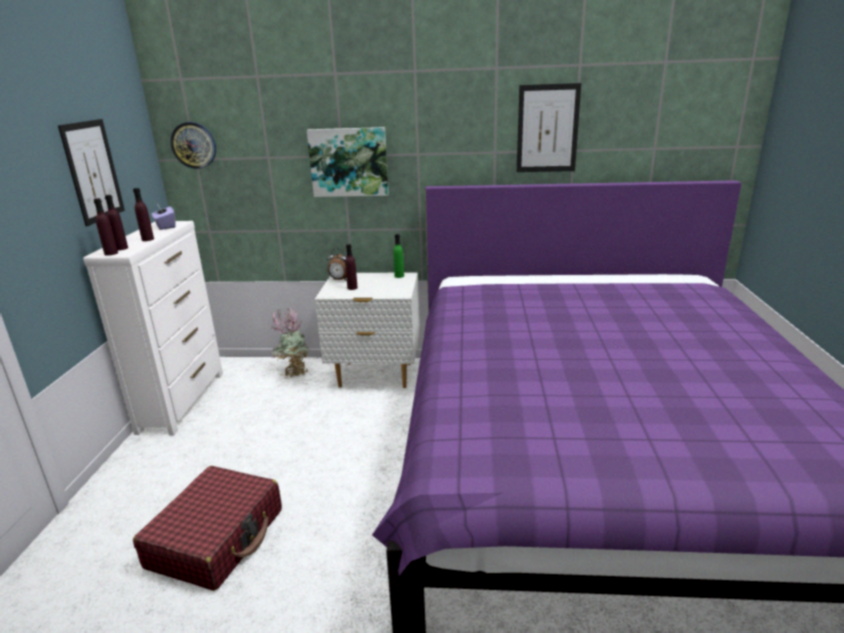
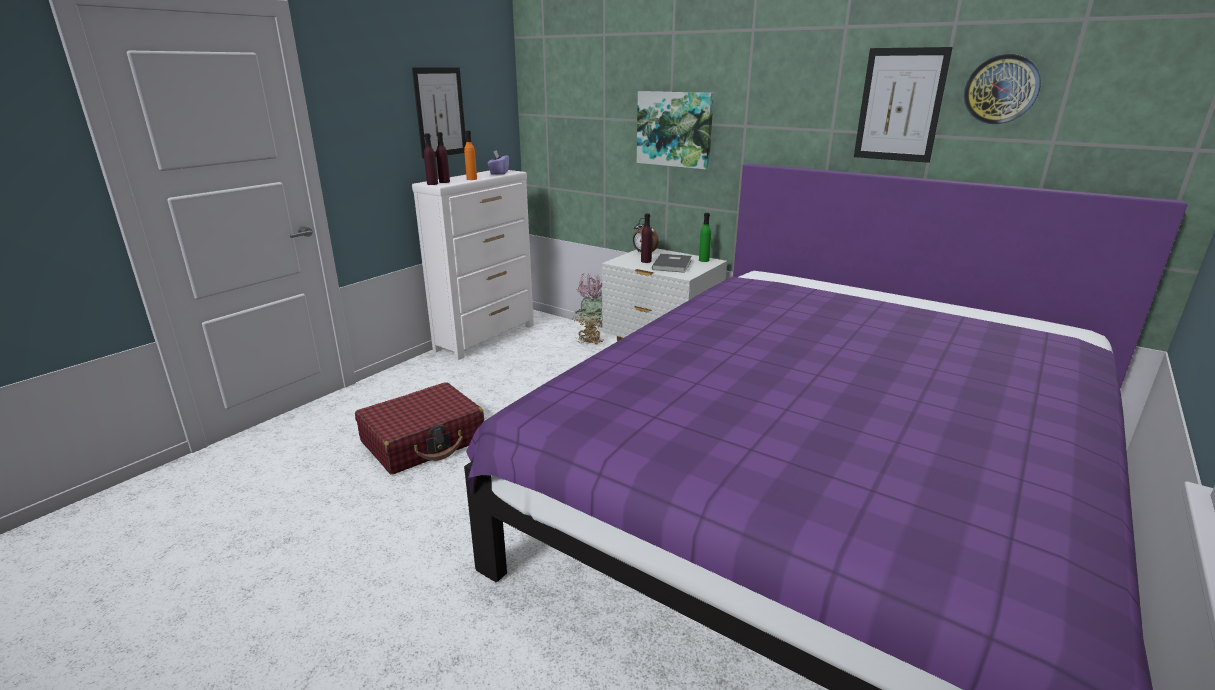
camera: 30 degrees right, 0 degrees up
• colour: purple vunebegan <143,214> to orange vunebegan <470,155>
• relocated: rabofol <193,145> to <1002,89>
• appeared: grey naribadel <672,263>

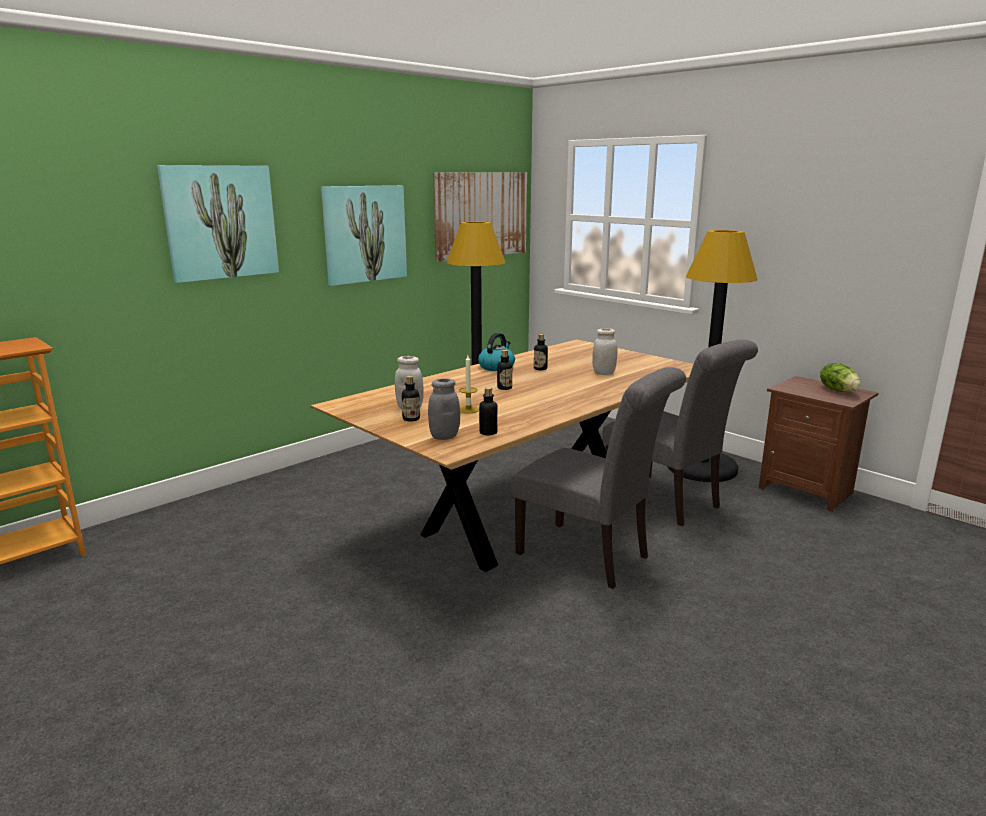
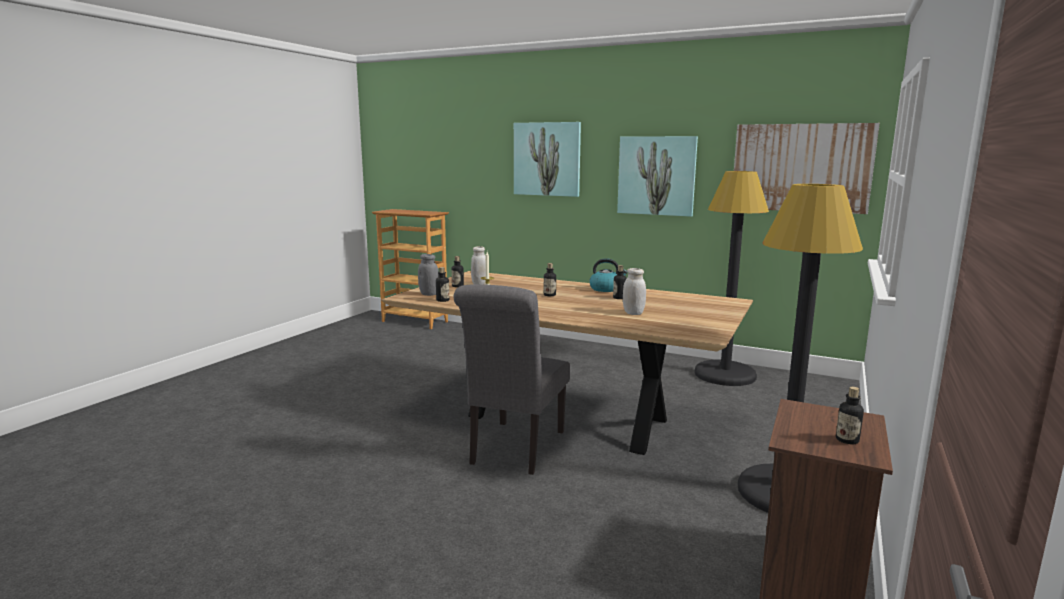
camera: 70 degrees right, 5 degrees down
• missing: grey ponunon <680,433>
• exchanged: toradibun <840,377> to vunebegan <850,415>

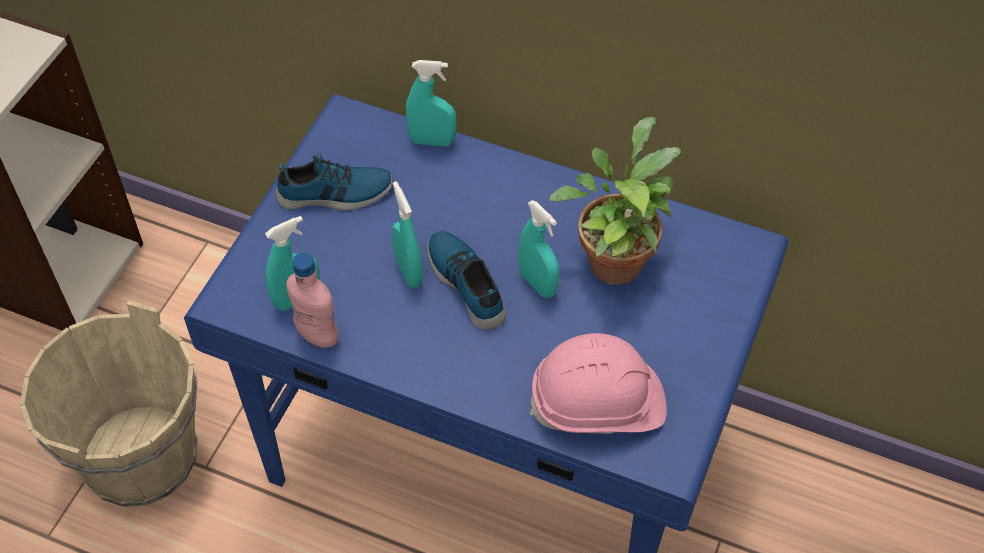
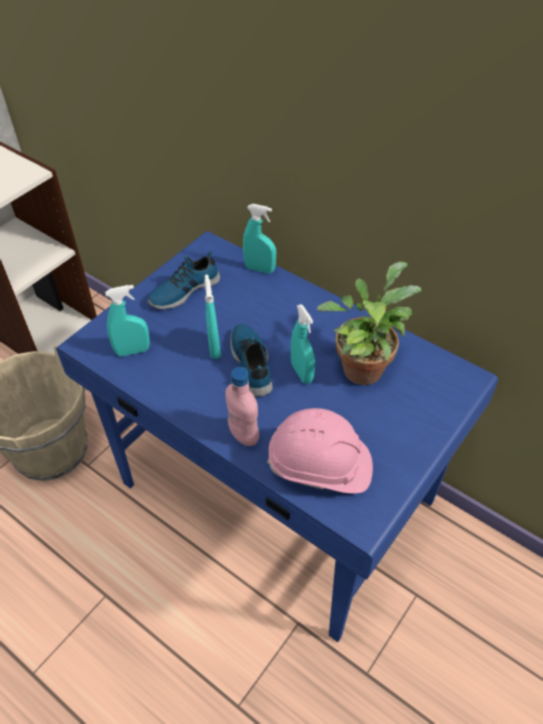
camera: 15 degrees right, 5 degrees down
• spun: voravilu <334,182> = <183,280> 135 degrees clockwise
• relocated: pink vunebegan <312,300> to <242,406>

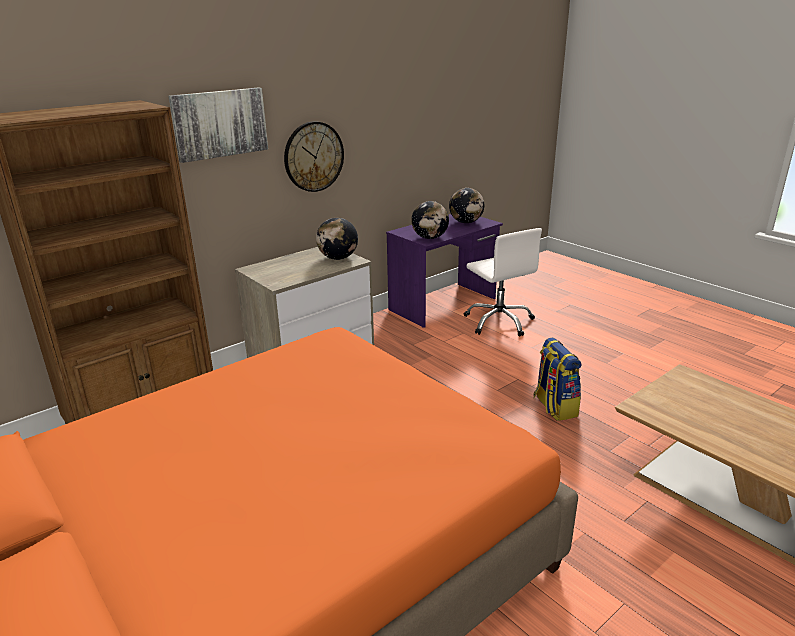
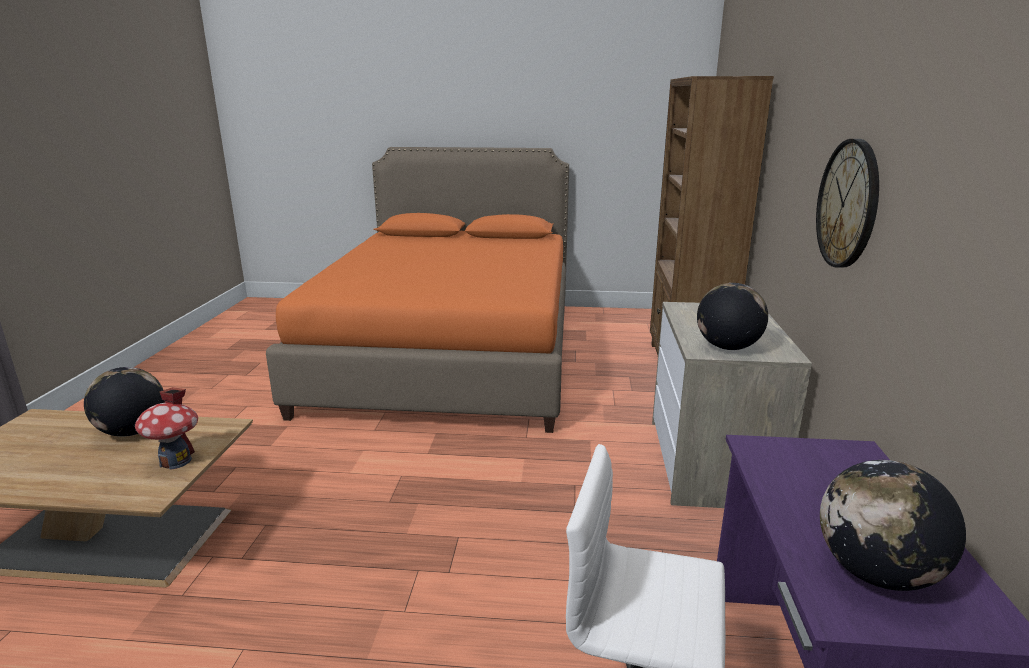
camera: 135 degrees right, 5 degrees down
• missing: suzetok <218,125>
• relocated: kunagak <430,220> to <124,402>
• missing: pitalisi <557,379>
• appeared: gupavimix <166,428>

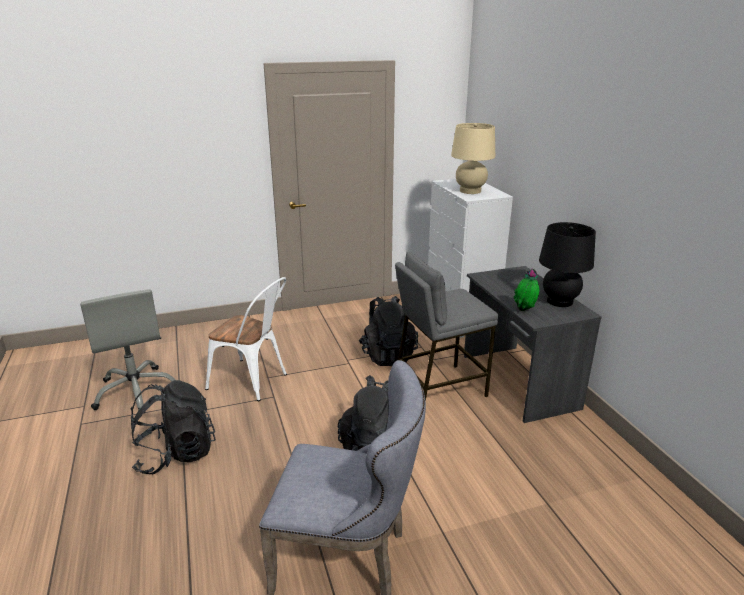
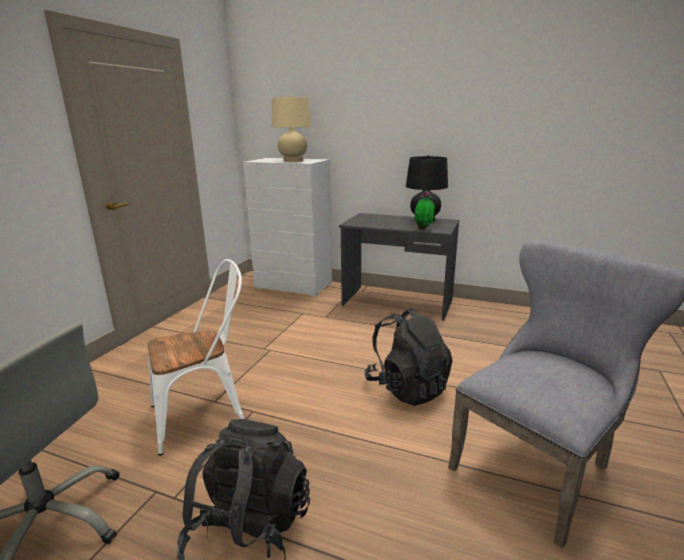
camera: 50 degrees left, 5 degrees down
• missing: black pitalisi <388,331>
• missing: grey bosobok <446,326>

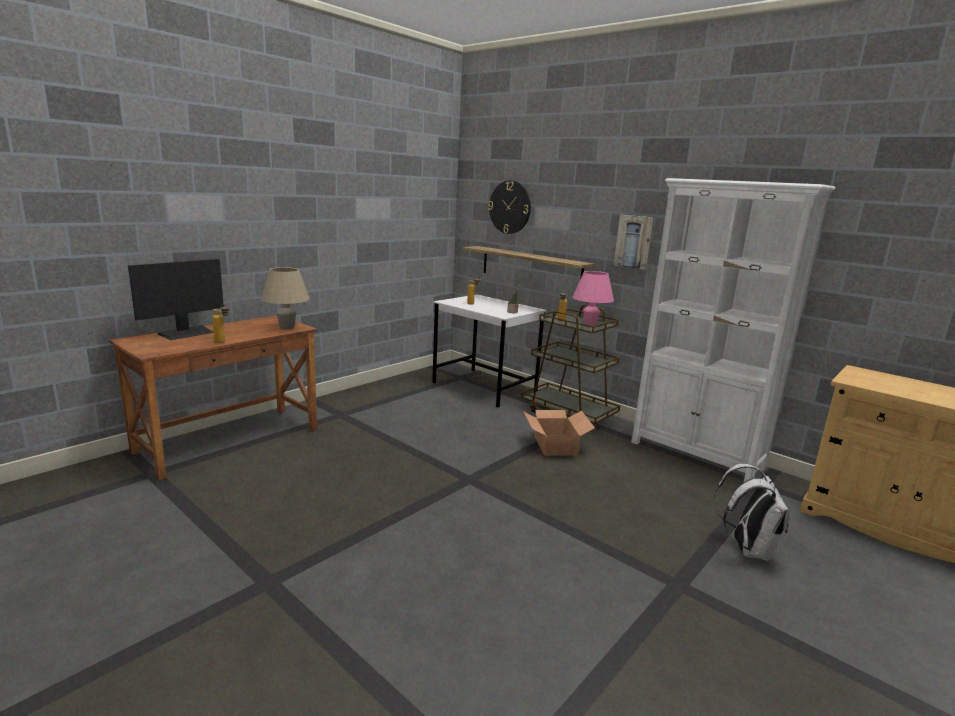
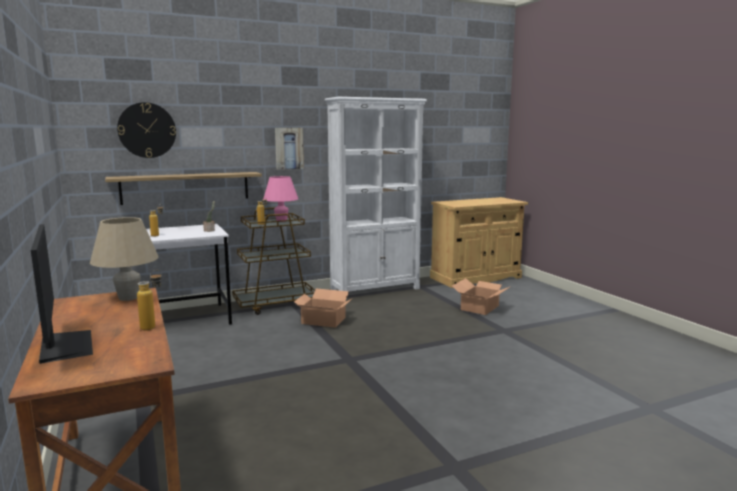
camera: 65 degrees left, 5 degrees down
• exchanged: white pitalisi <752,512> to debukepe <481,296>

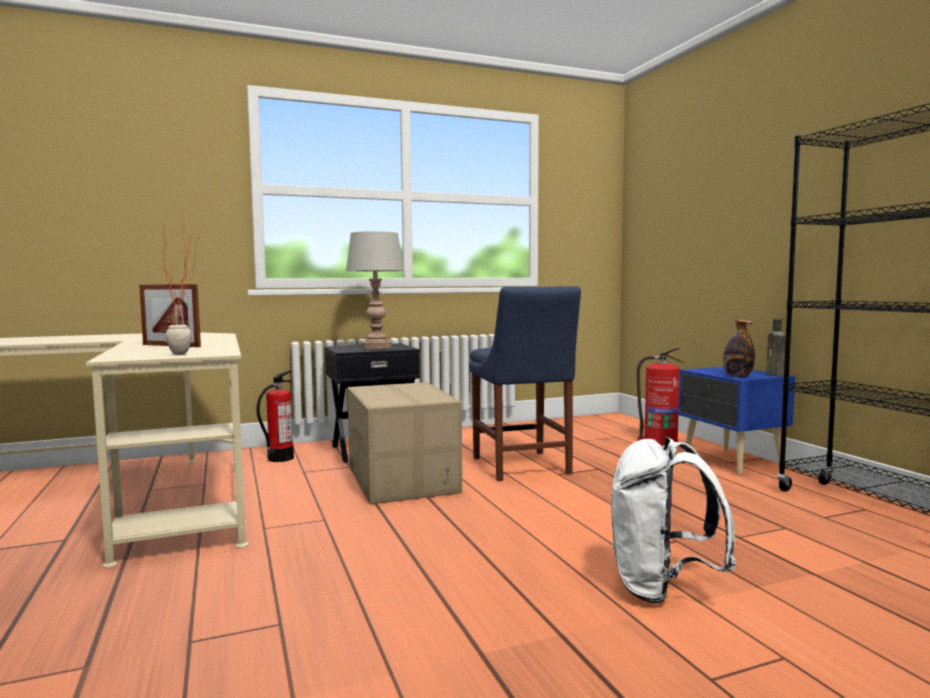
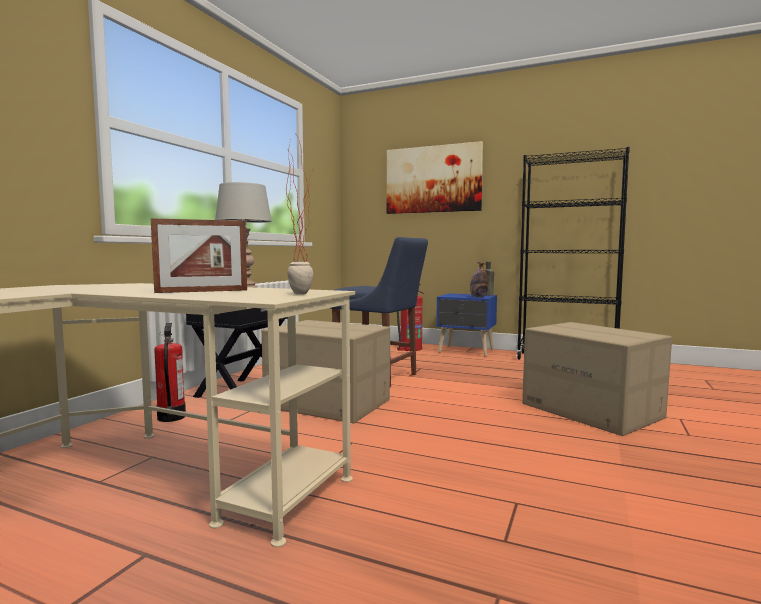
camera: 45 degrees left, 0 degrees up
• exchanged: white pitalisi <673,520> to debukepe <597,379>
• appeared: suzetok <435,177>

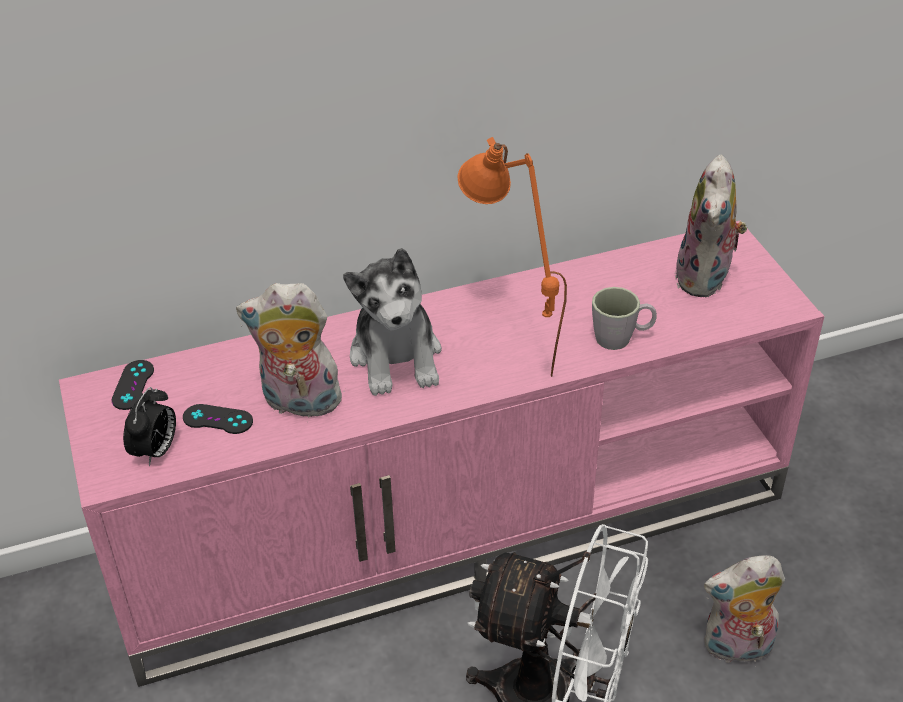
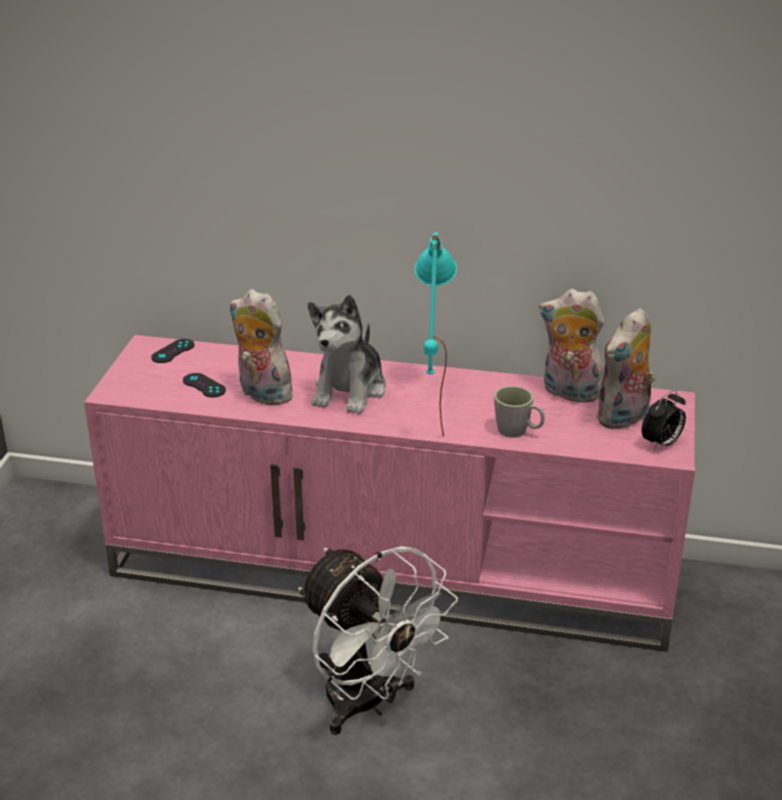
camera: 30 degrees right, 10 degrees down
• relocated: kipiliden <149,426> to <664,420>
• colour: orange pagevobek <512,257> to turquoise pagevobek <436,334>
• relocated: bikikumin <744,611> to <571,346>

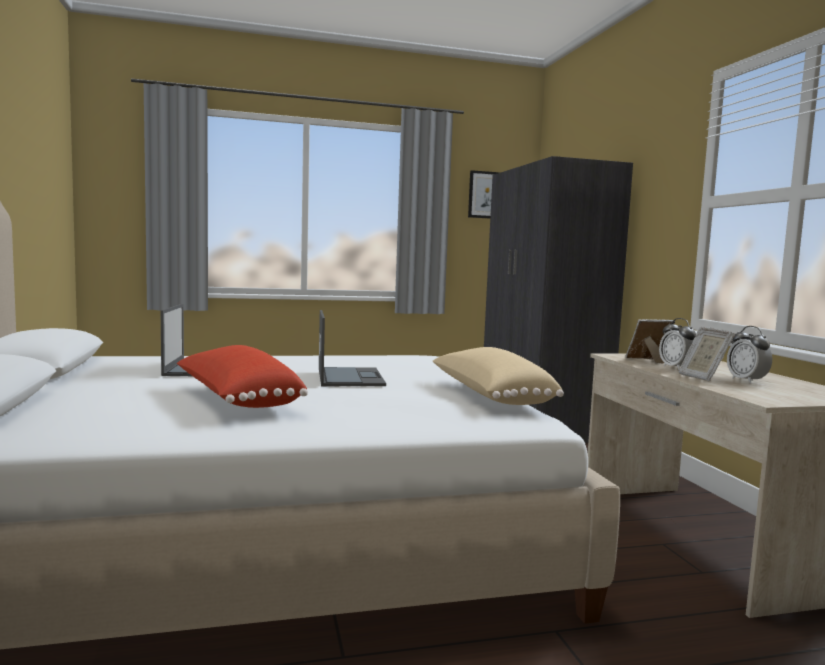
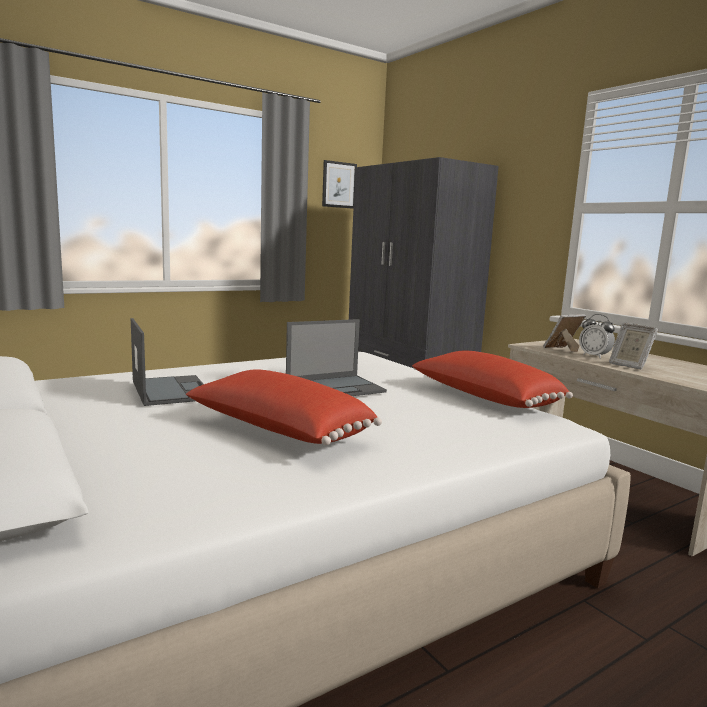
camera: 20 degrees left, 5 degrees up
• spun: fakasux <352,348> = <336,357> 90 degrees clockwise
• colour: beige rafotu <498,376> to red rafotu <492,379>
• missing: kipiliden <749,354>

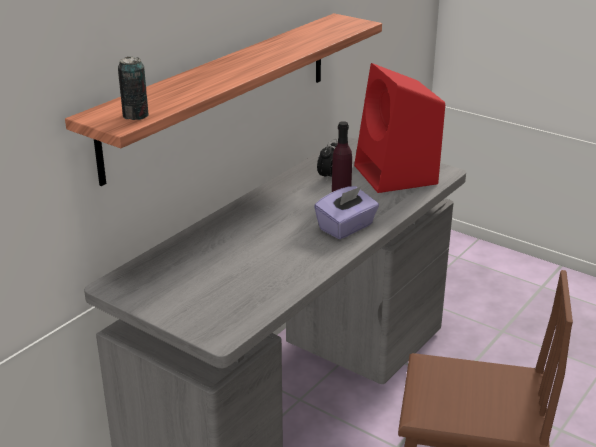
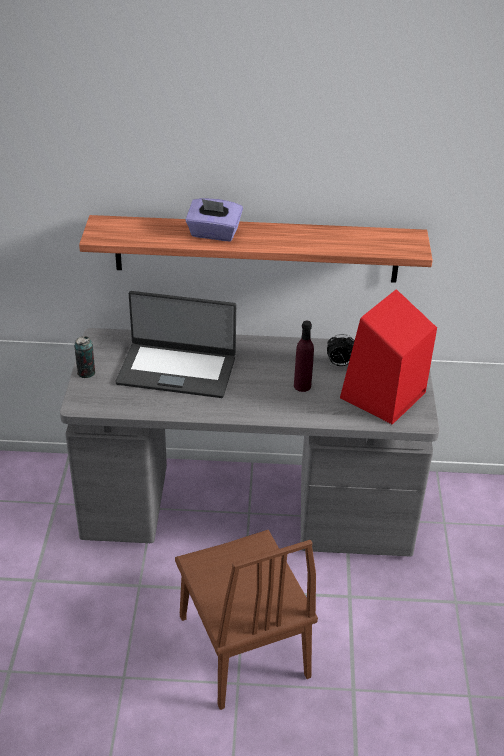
camera: 55 degrees right, 10 degrees up
• relocated: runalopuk <133,88> to <84,357>
• relocated: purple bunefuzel <346,212> to <214,219>
• appeared: fakasux <175,344>

